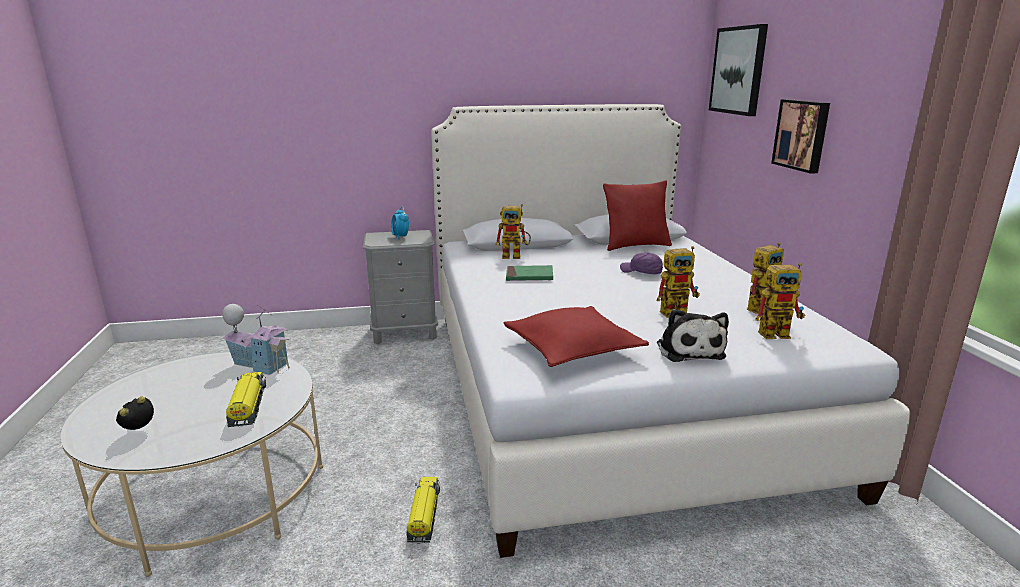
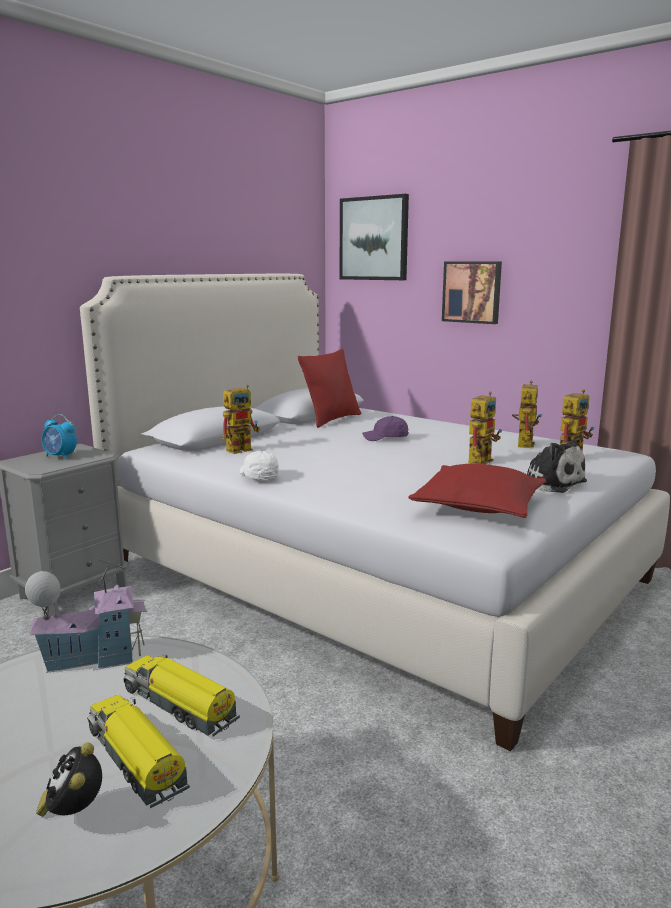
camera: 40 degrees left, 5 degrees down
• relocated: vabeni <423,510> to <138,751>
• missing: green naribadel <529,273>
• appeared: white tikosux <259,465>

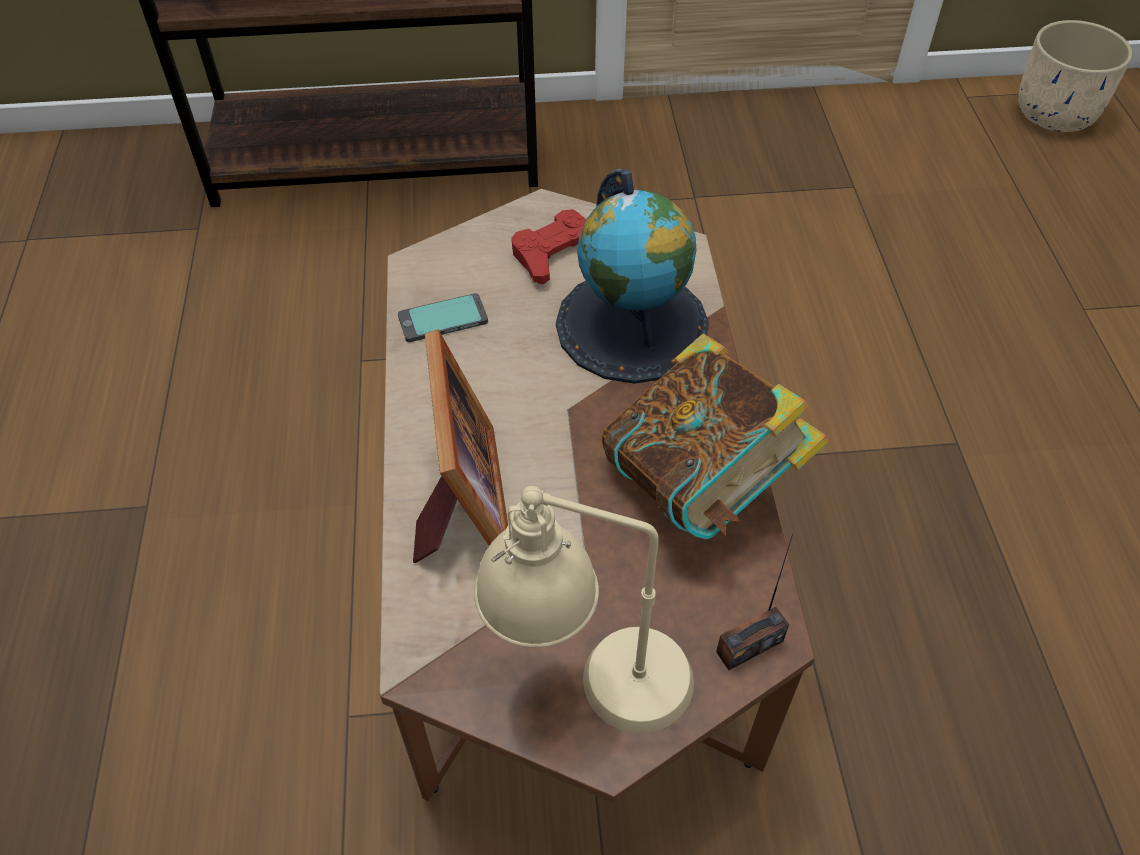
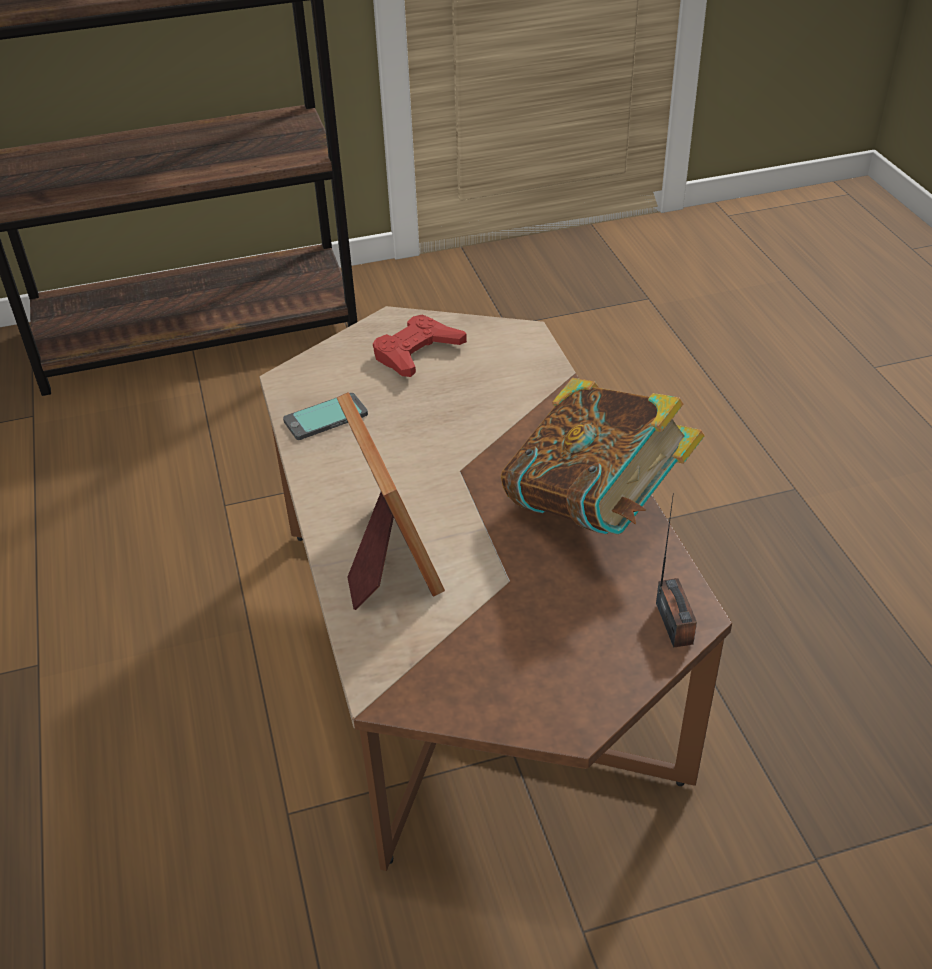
camera: 10 degrees left, 10 degrees down
• missing: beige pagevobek <584,609>
• missing: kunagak <632,276>
• spun: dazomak <754,602> = <676,570> 60 degrees counterclockwise
• missing: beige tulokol <1075,76>

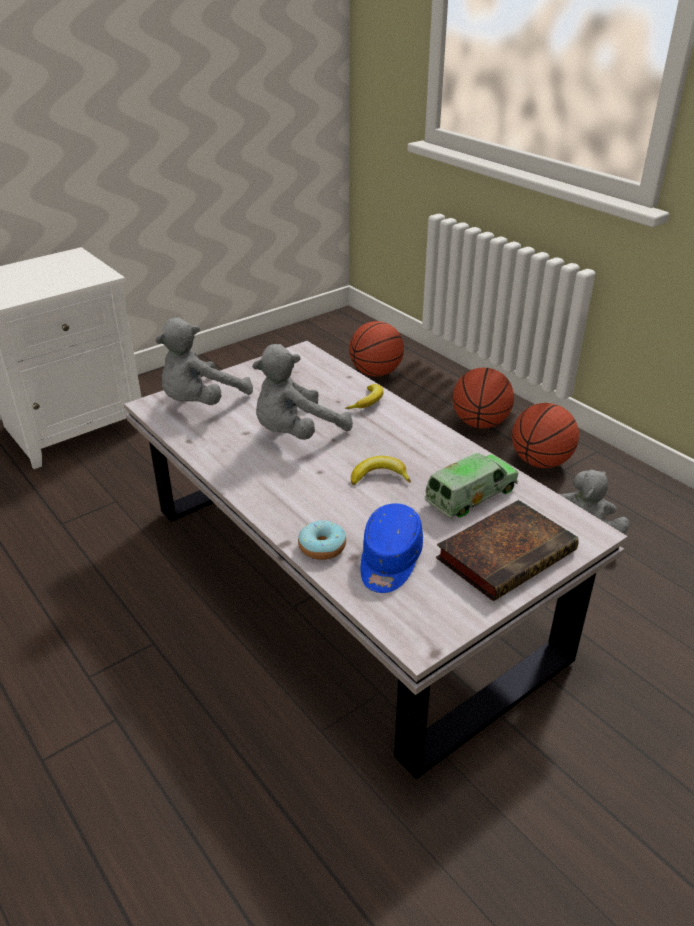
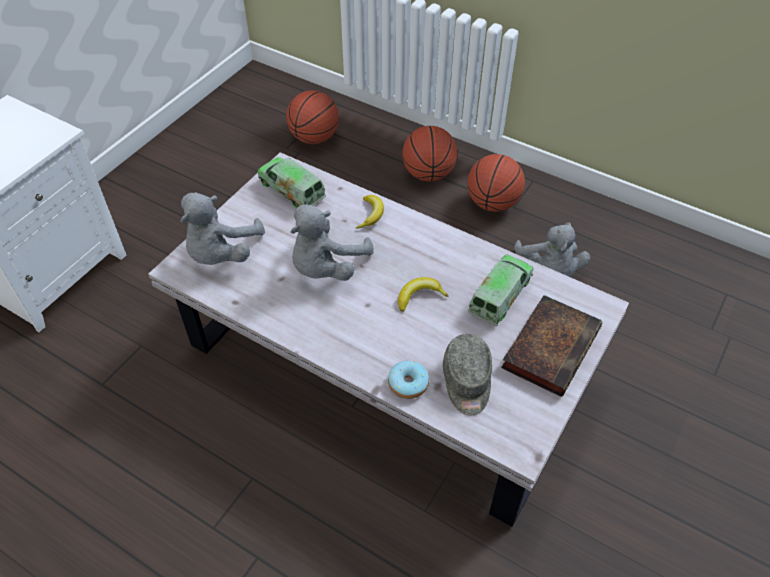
camera: 20 degrees left, 15 degrees up
• colour: blue tikosux <392,548> to grey tikosux <467,374>
• appeared: vabeni <292,182>

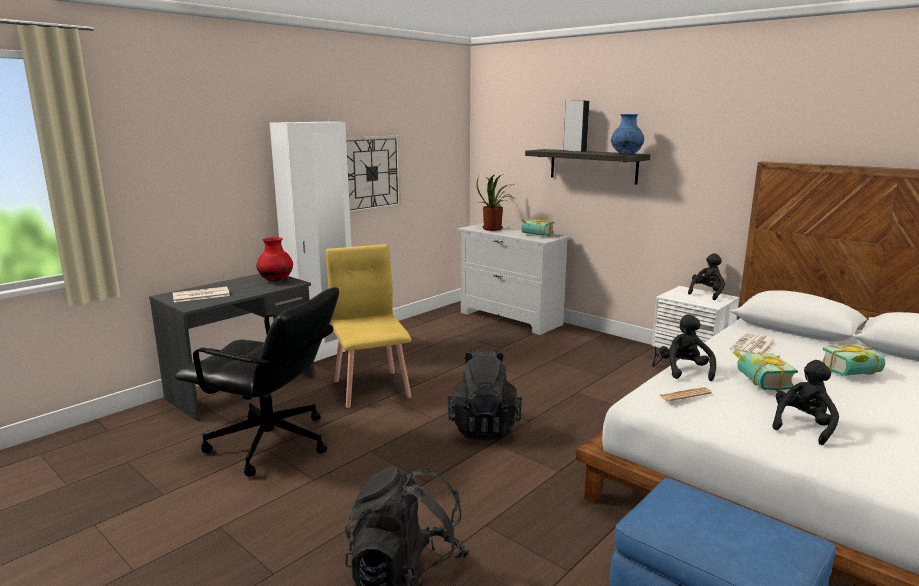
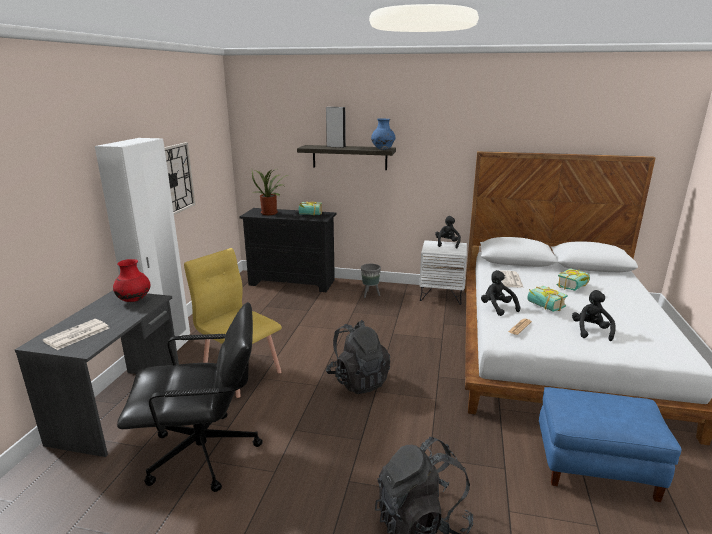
camera: 30 degrees left, 5 degrees up
• colour: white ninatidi <514,279> to black ninatidi <287,250>
• appeared: grey tulokol <371,281>

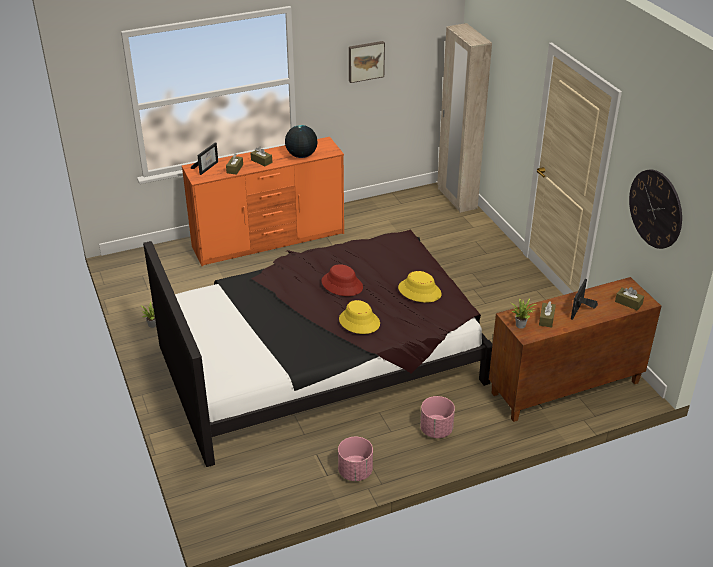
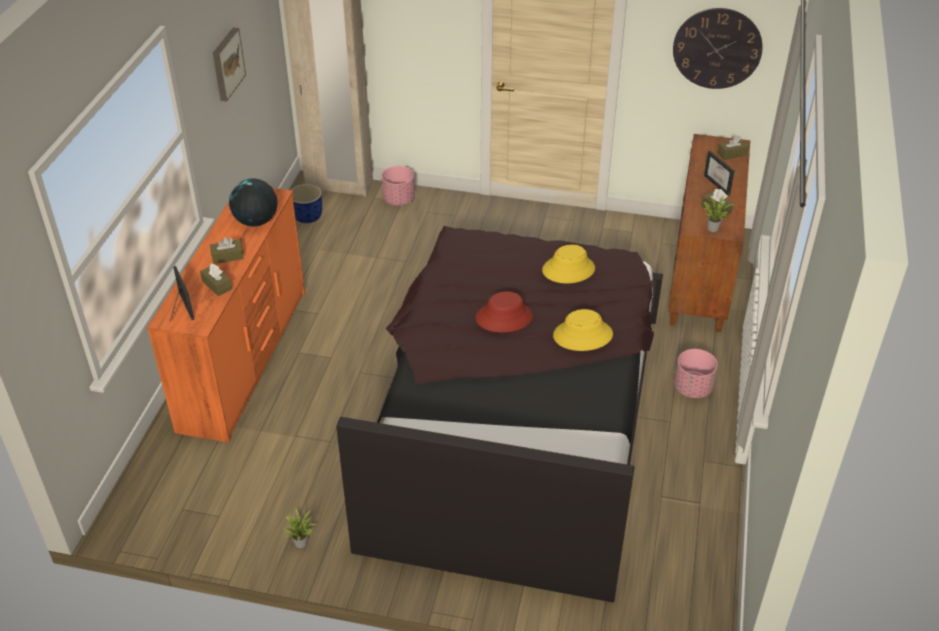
camera: 55 degrees left, 5 degrees up
• relocated: pink tulokol <355,459> to <398,185>
• appeared: blue tulokol <306,203>

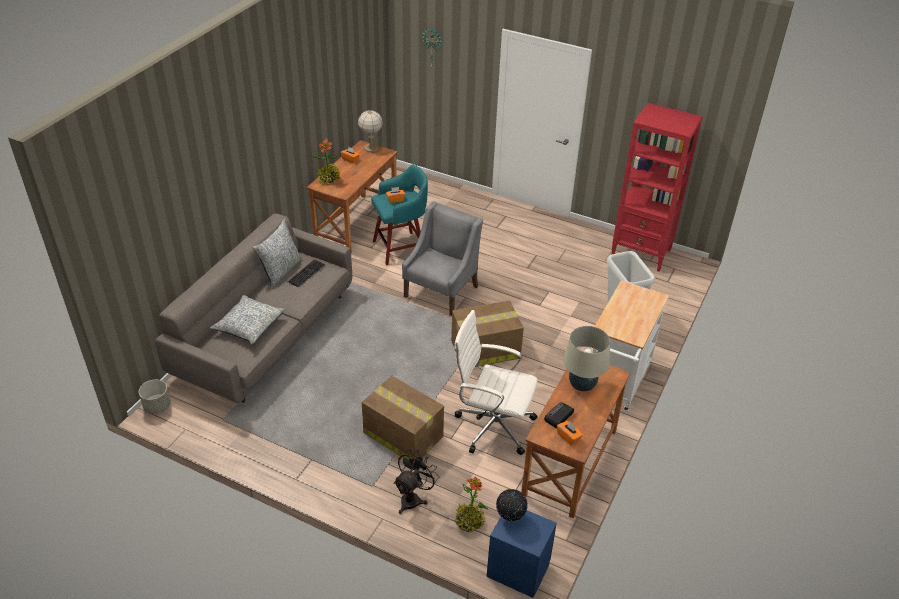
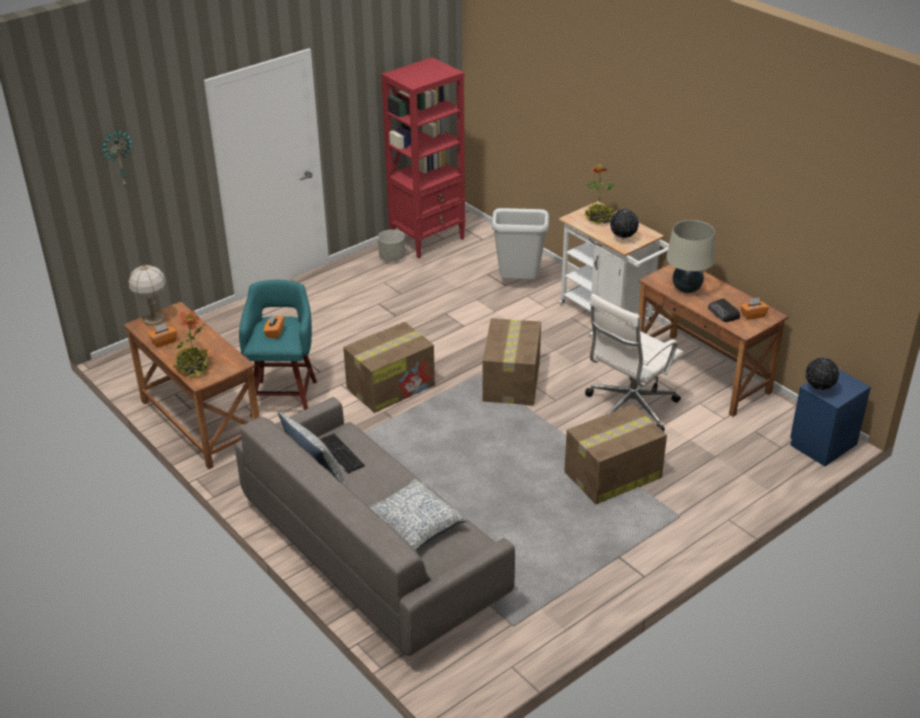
camera: 65 degrees left, 5 degrees down
• relocated: grey tulokol <155,397> to <391,245>
• missing: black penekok <416,482>
• exchanged: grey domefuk <442,259> to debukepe <389,367>
• relocated: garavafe <471,504> to <600,194>
• appeared: kunagak <624,224>

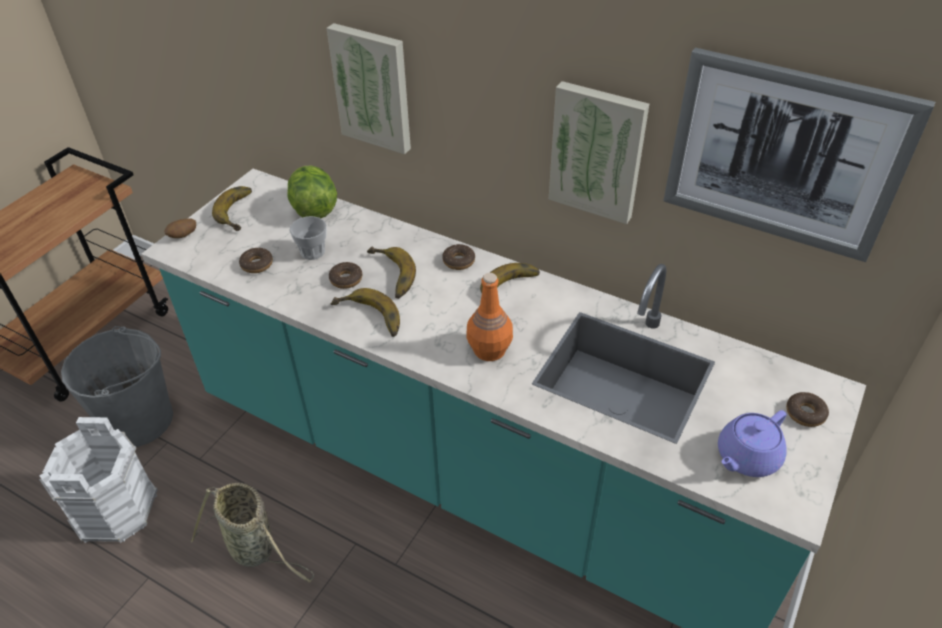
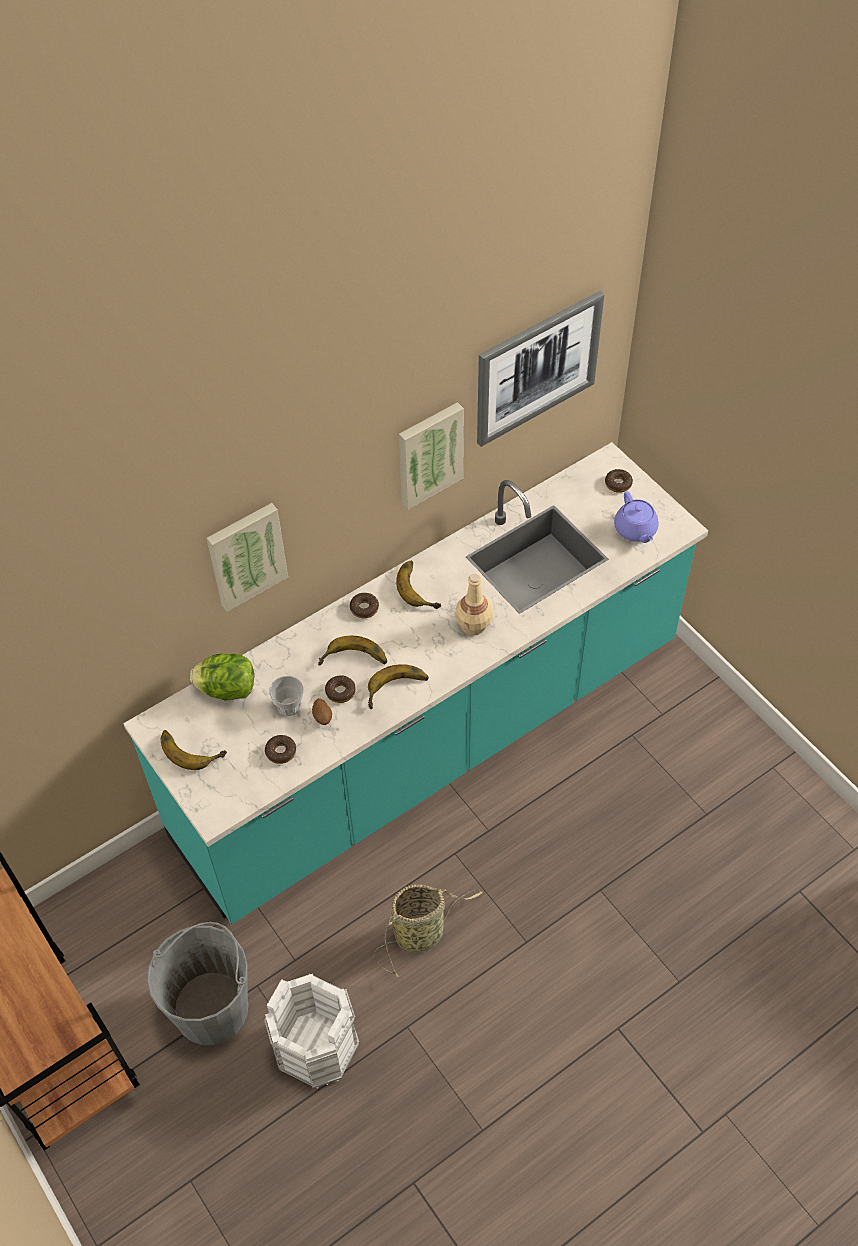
camera: 65 degrees left, 10 degrees up
• relocated: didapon <180,228> to <322,711>
• colour: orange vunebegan <489,317> to beige vunebegan <474,605>

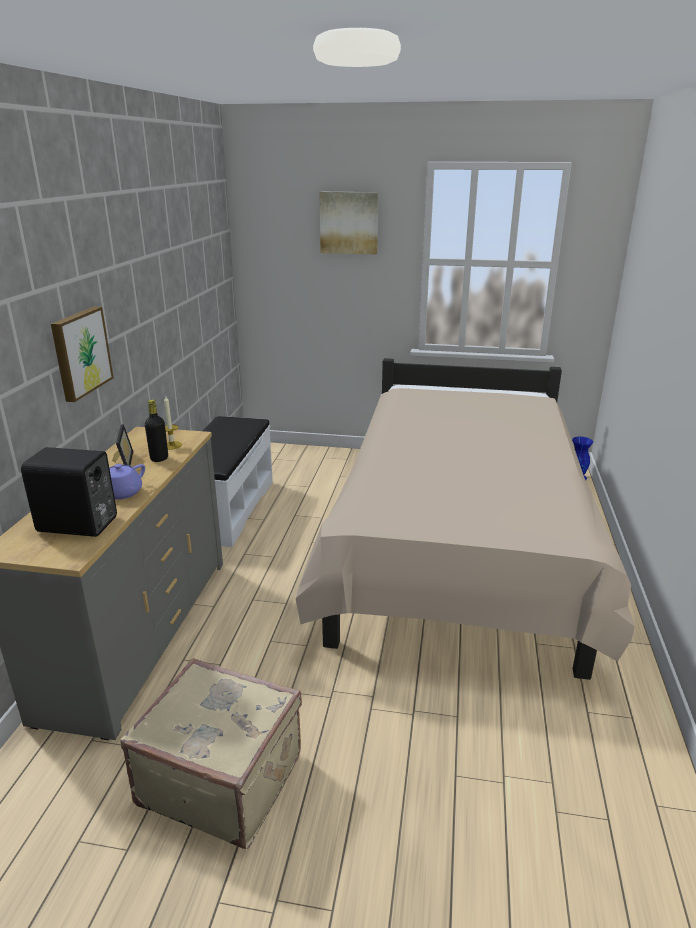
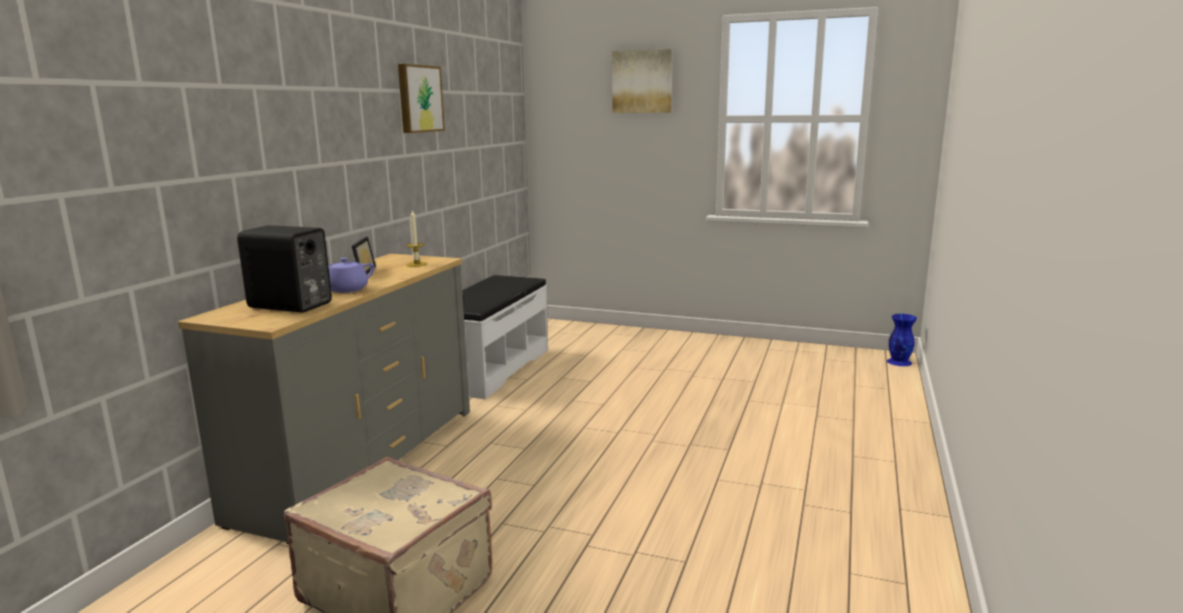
camera: 10 degrees right, 10 degrees down
• relocated: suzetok <82,354> to <421,98>
• missing: black vunebegan <156,431>
• missing: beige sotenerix <465,519>

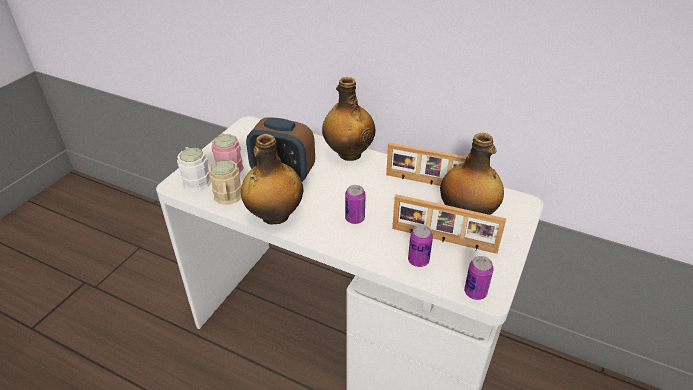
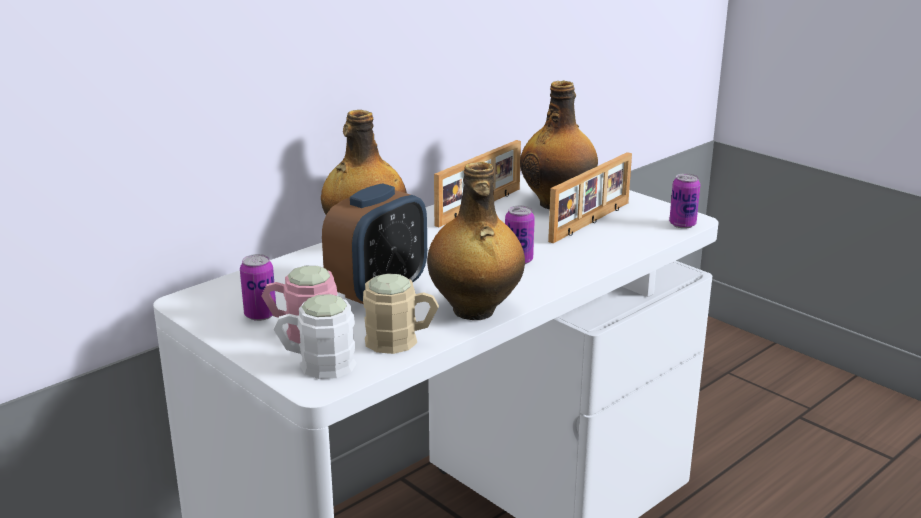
camera: 70 degrees left, 15 degrees down
• relocated: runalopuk <420,246> to <258,287>

